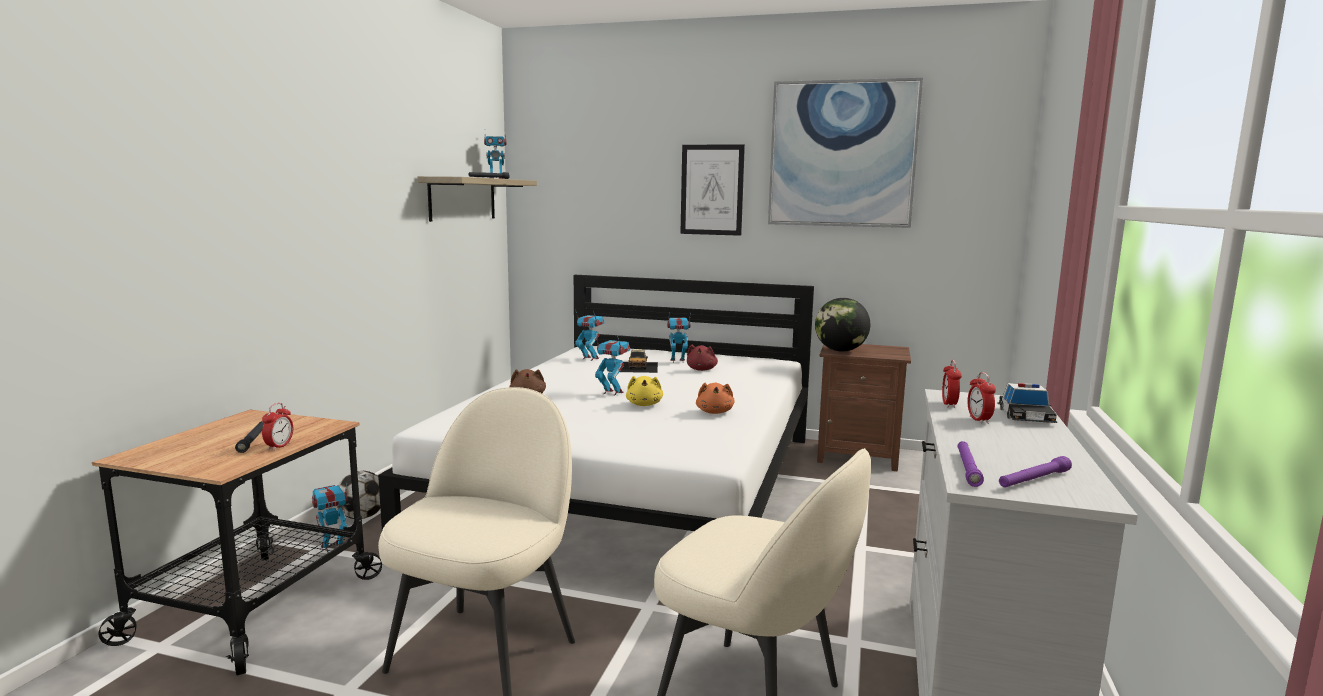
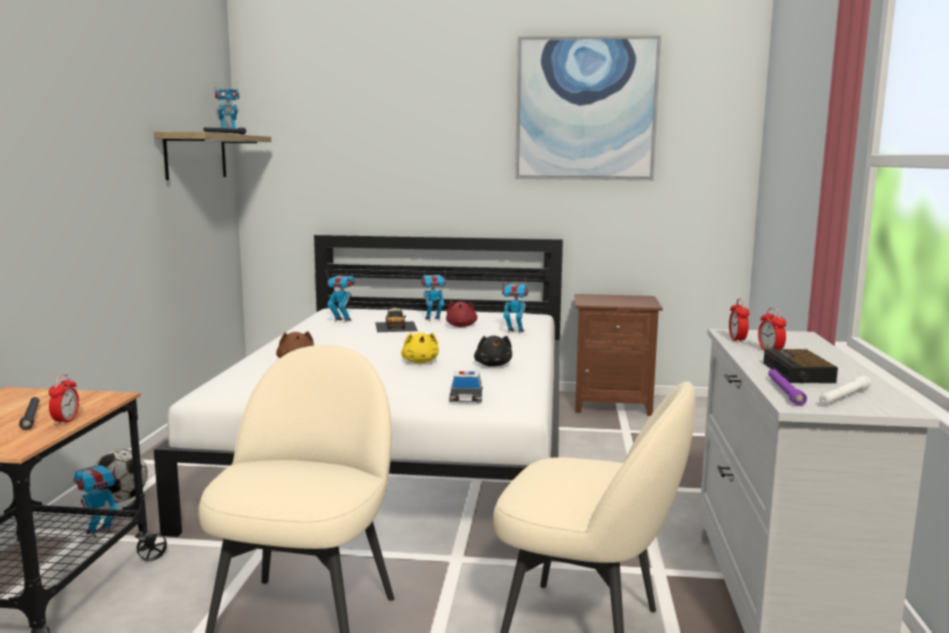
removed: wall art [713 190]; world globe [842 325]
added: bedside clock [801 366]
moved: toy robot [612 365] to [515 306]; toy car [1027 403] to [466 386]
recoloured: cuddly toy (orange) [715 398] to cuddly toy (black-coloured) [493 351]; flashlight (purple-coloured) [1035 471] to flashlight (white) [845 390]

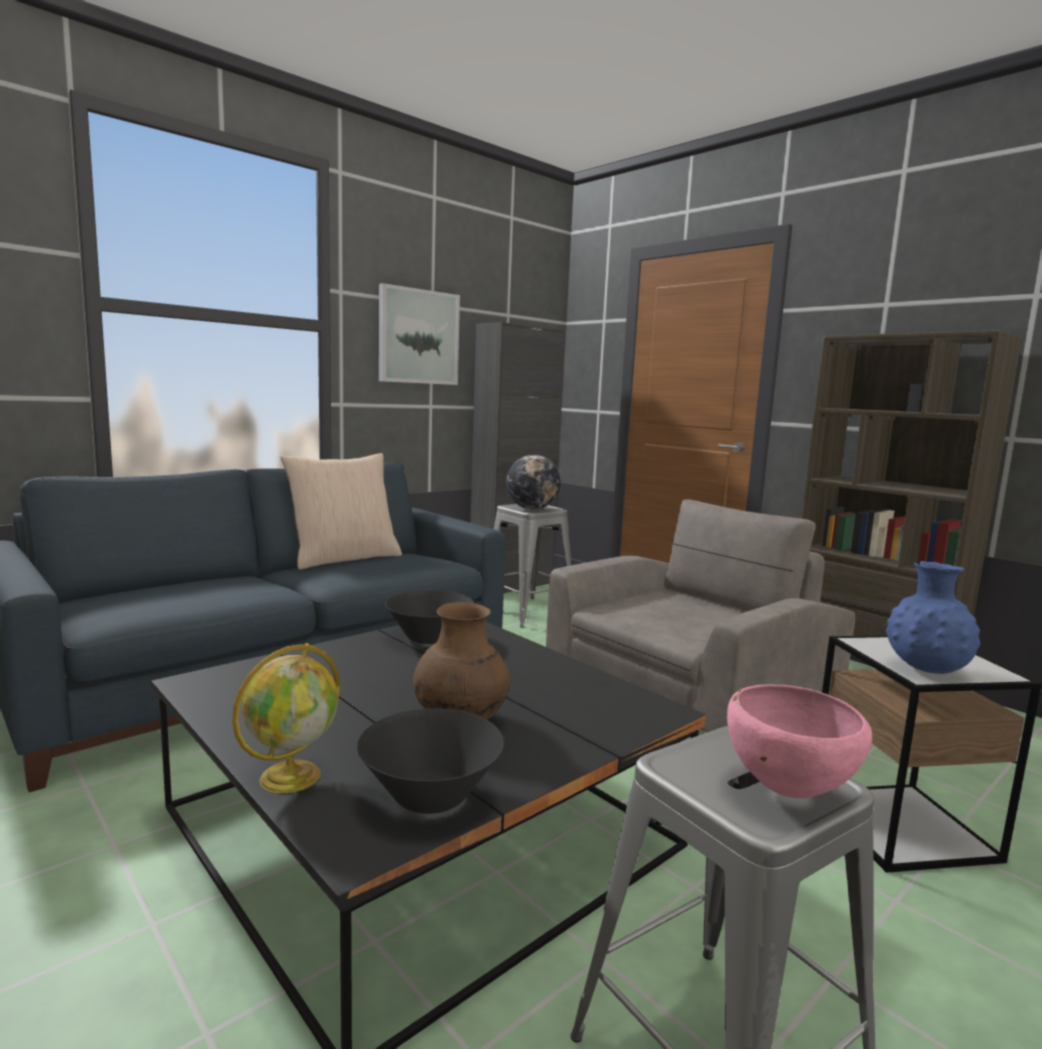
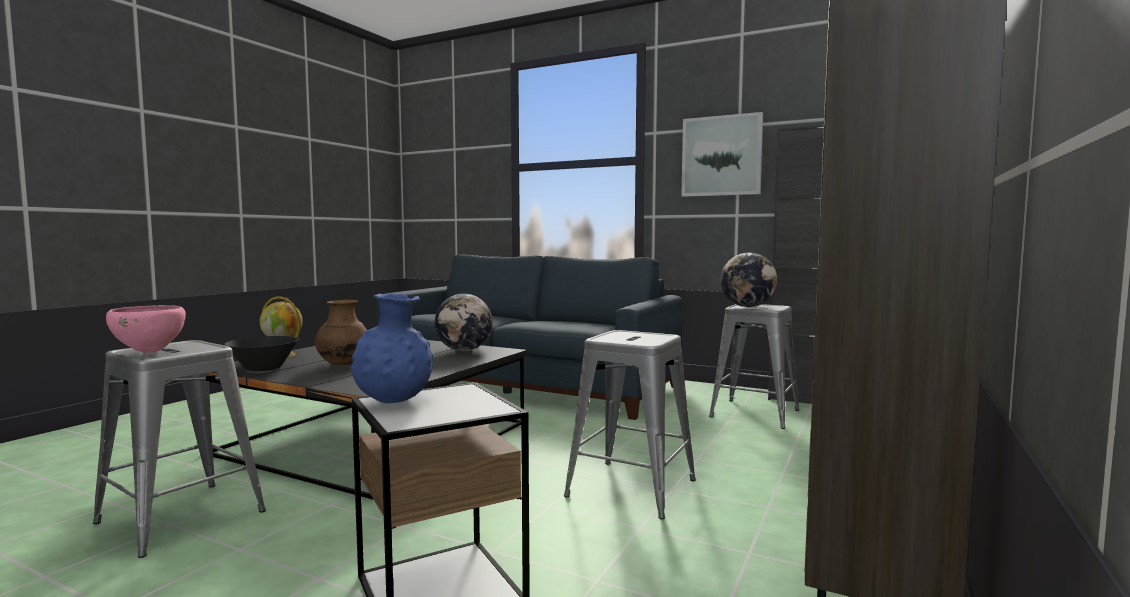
removed: throw pillow (beige-coloured) [341 511]
replaced: lounge chair (gray) [700 615] to sitting stool (gray) [630 424]; bowl (black-coloured) [429 617] to world globe [464 322]

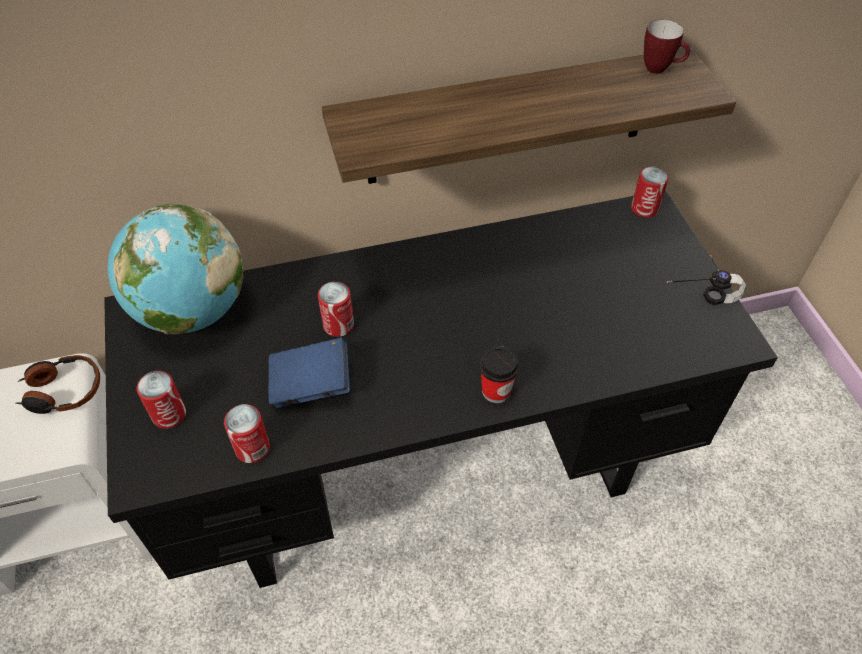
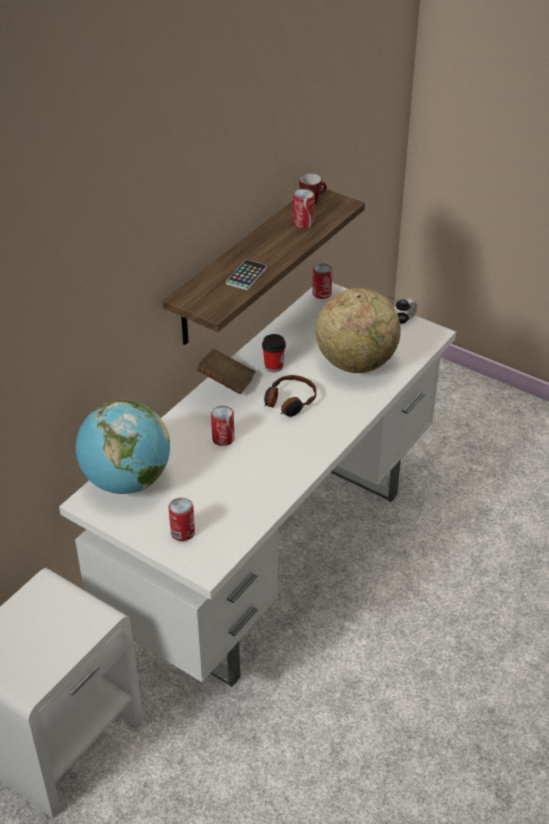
removed: bound book (blue) [309 372]
added: handset [246 275]; world globe [358 330]; bound book (brown) [226 371]
moved: cup [499 374] to [274 353]; pair of headphones [58 384] to [290 396]; sealed can [247 433] to [304 208]
recoloured: desk unit (black-coloured) [441 389] to desk unit (white) [257 485]

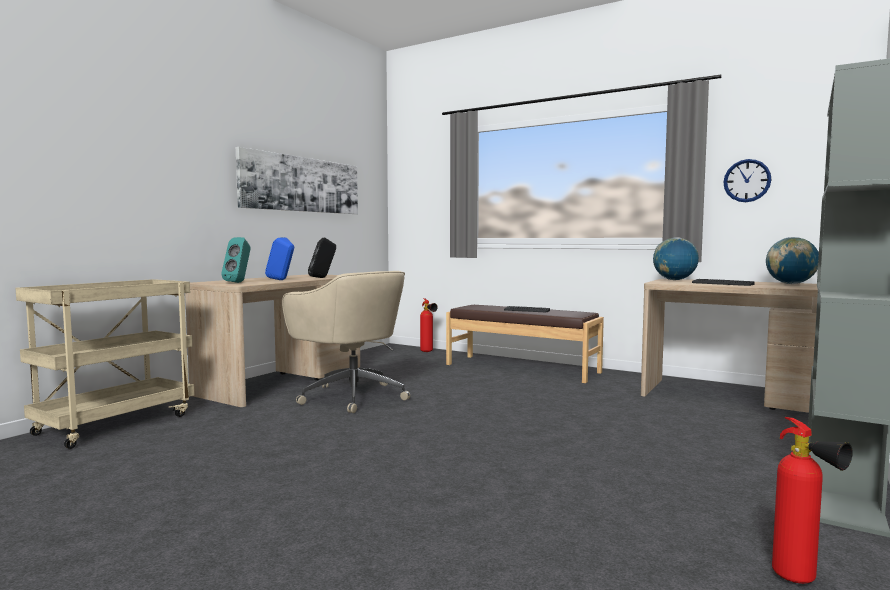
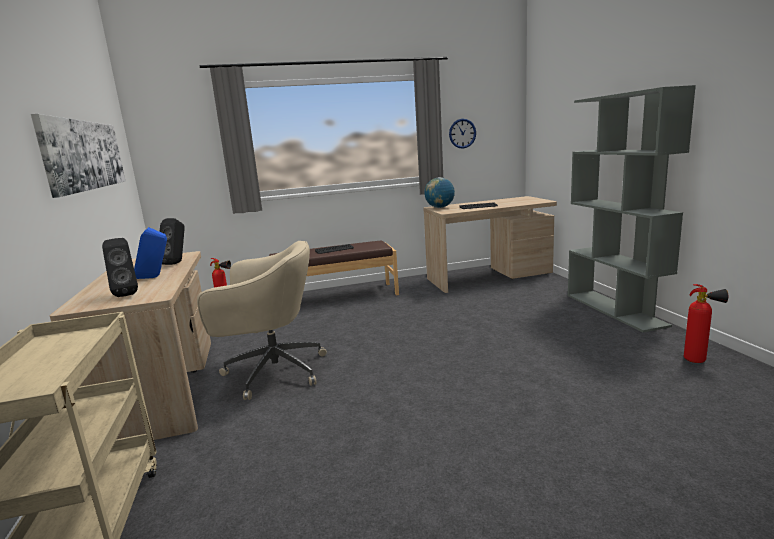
removed: world globe [792 260]
recoloured: audio speaker (blue-green) [236 260] to audio speaker (black-coloured) [120 267]

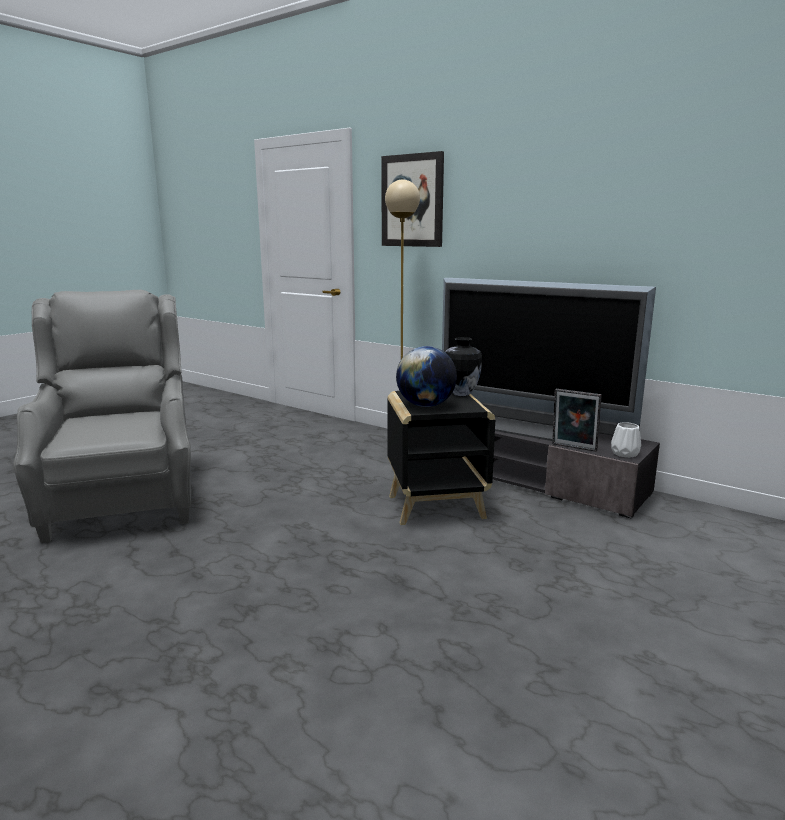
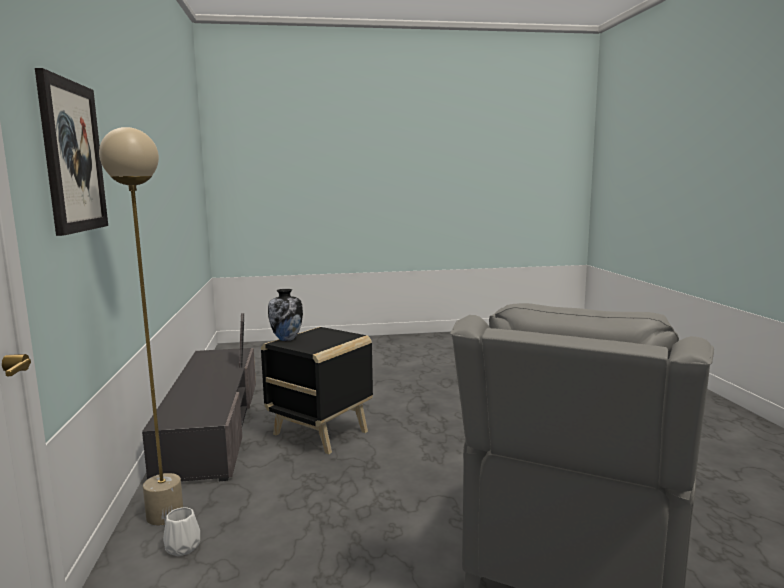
removed: TV [549 359]; world globe [426 376]
moved: vase (white) [626 440] to [181 531]

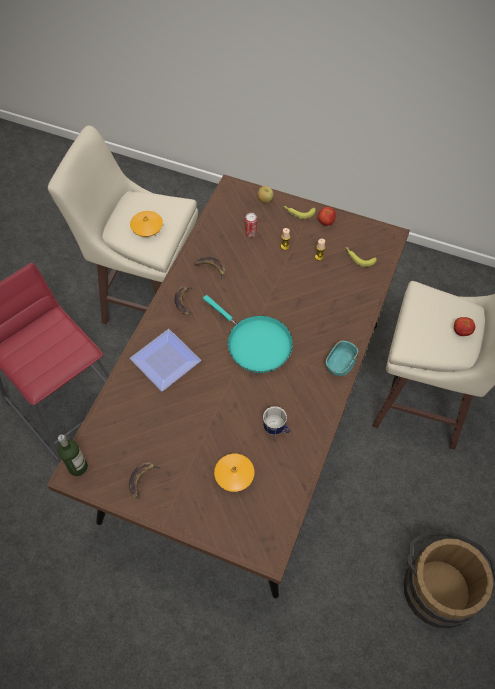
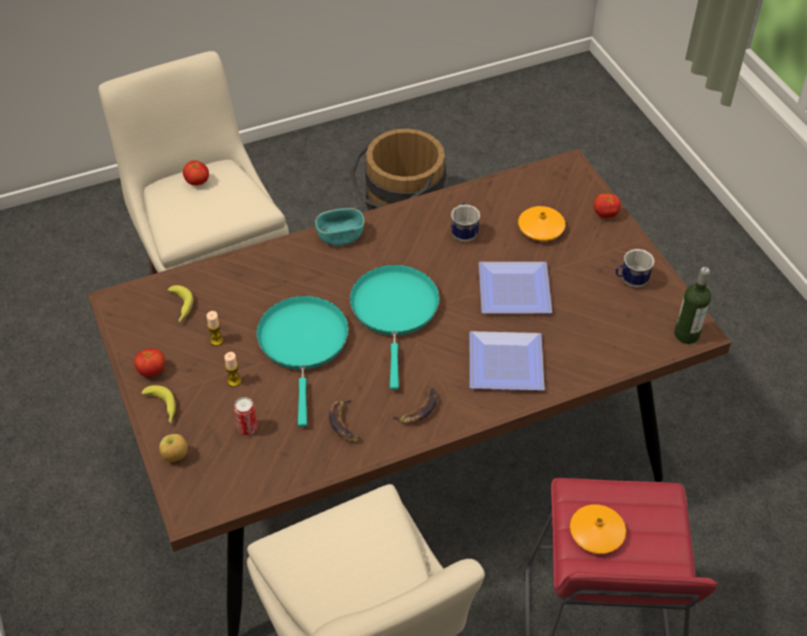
added: tomato [607 205]; plate [515 287]; pan (blue-green) [302 361]
moved: vase (orange) [146 224] to [598 529]
replaced: whole banana [145 480] to coffee mug [635 268]

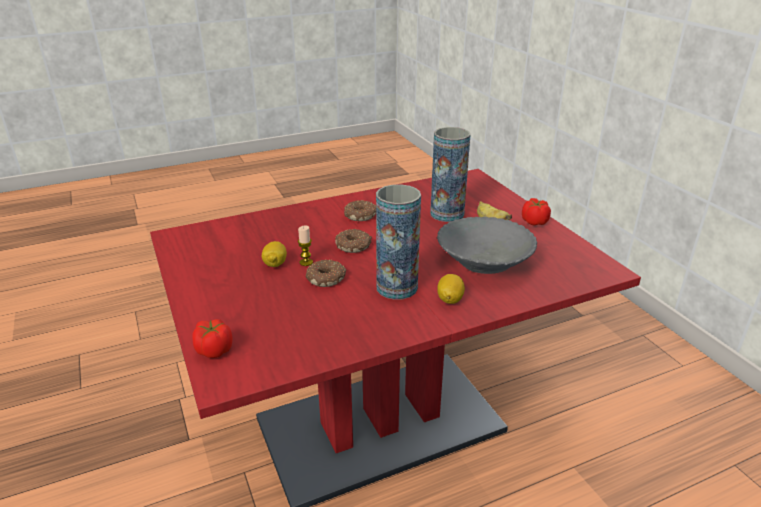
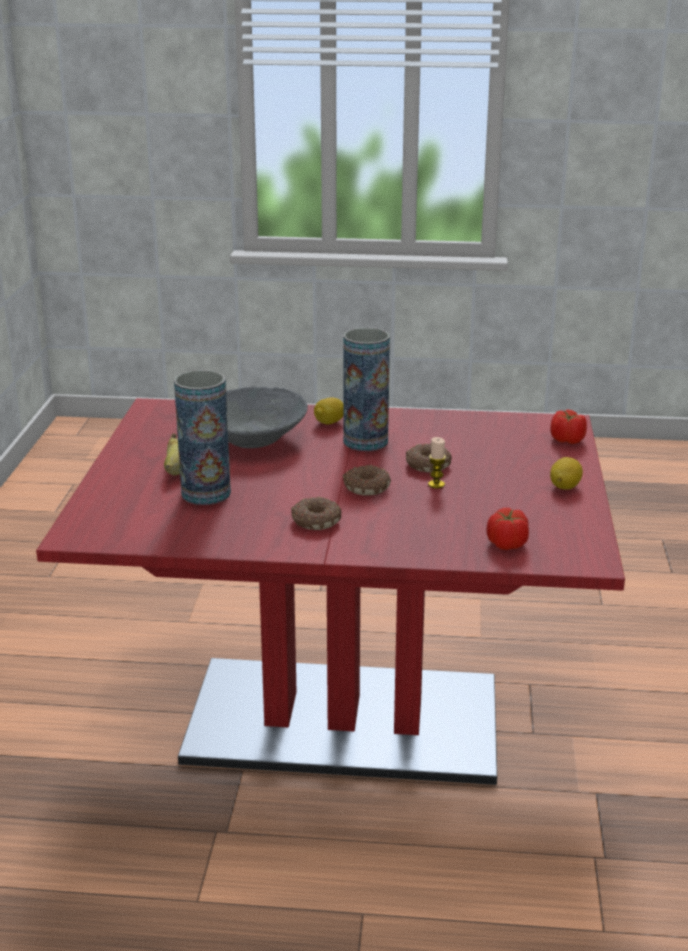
moved: tomato [536 212] to [508 529]; lemon [274 254] to [566 473]

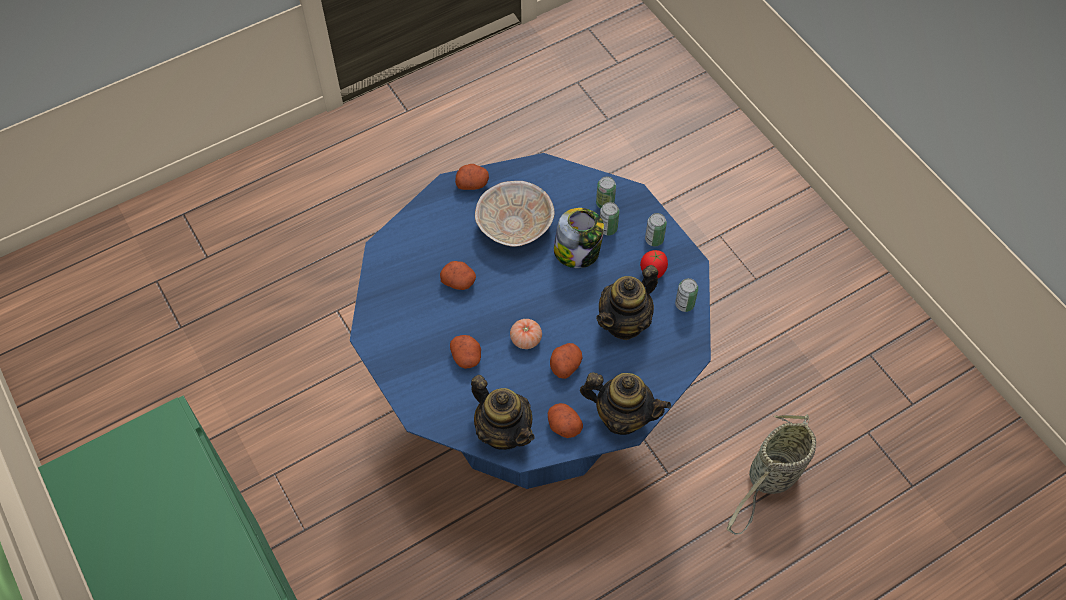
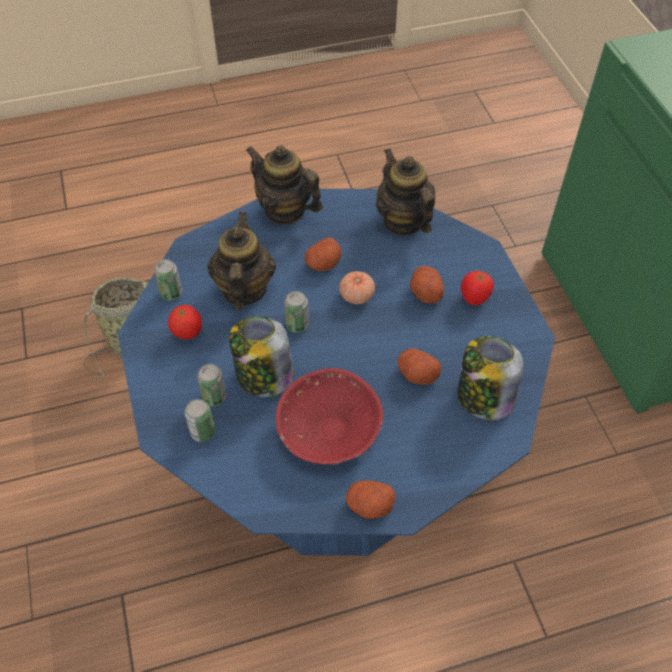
removed: potato [565 420]
added: tomato [477 288]; jar [490 378]
moved: sealed can [656 229] to [296 312]
recoloured: bowl (beige-coloured) [515 214] to bowl (reddish) [329 416]
turned: teapot [627 302] = [241 261] 60 degrees counterclockwise

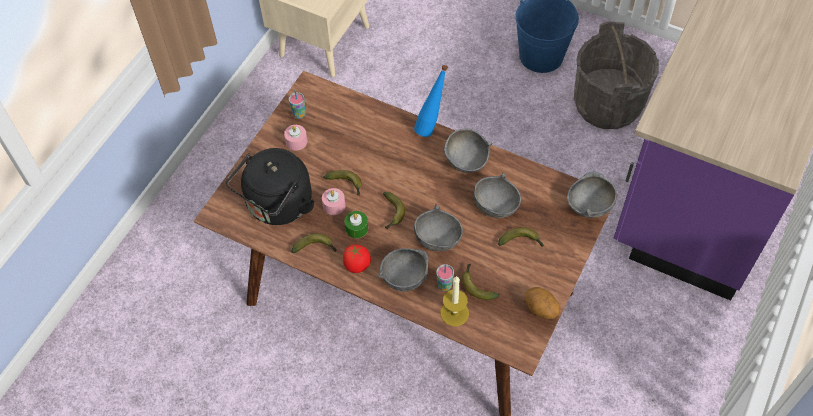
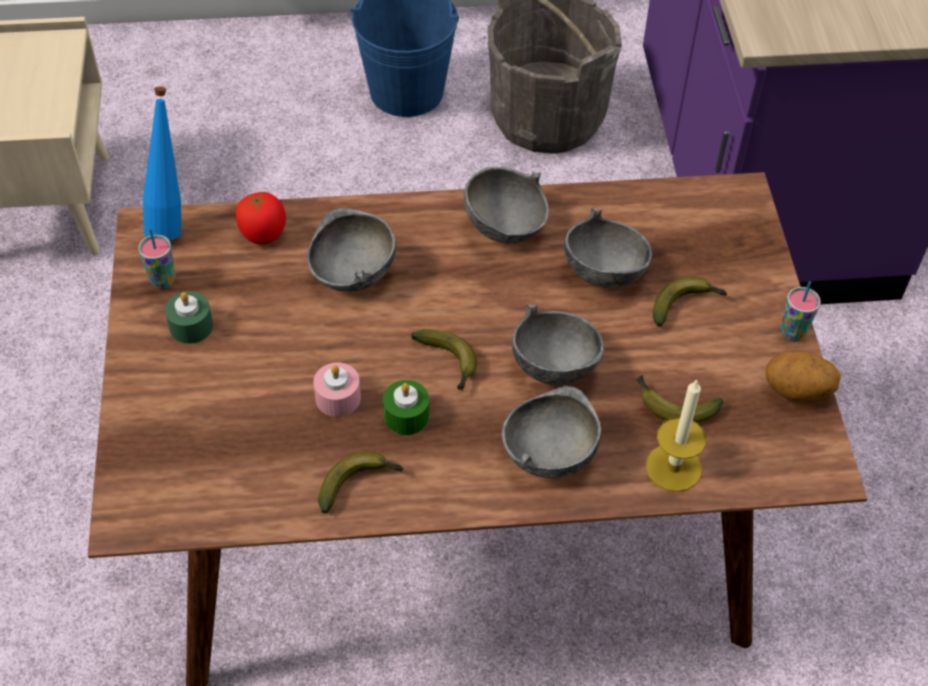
removed: water kettle (black-coloured) [270 186]; whole banana [342 183]
moved: beverage bottle (blue) [431 101] to [162 163]; bowl (gray) [592 194] to [351 249]; tomato [357 258] to [260 217]; cup [445 277] to [801 311]
recoloured: wax light (pink) [296 138] to wax light (green-coloured) [189 317]

